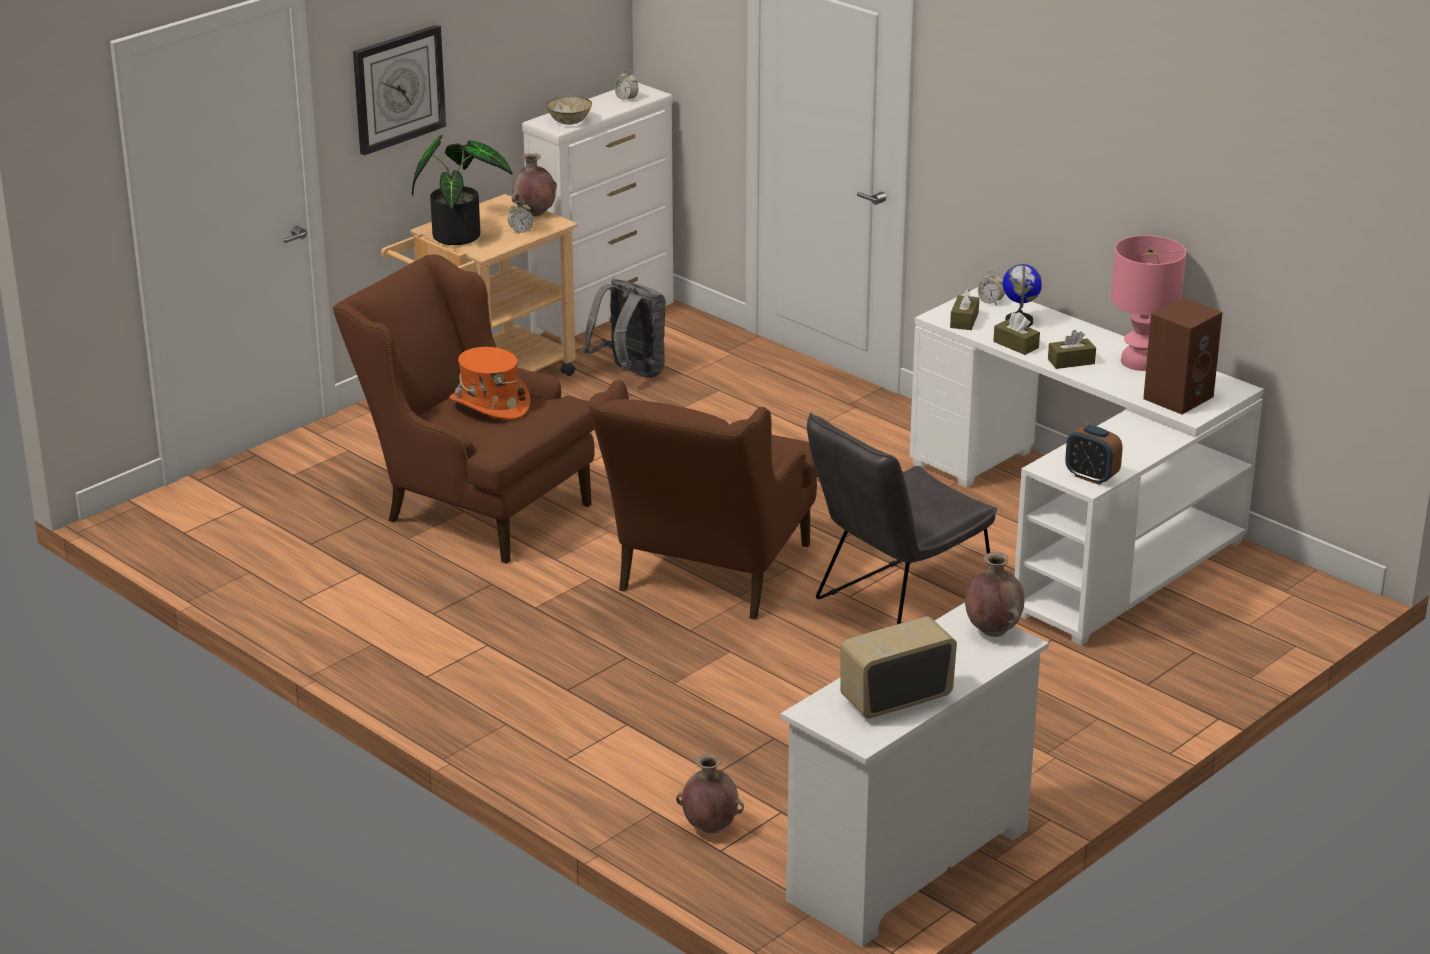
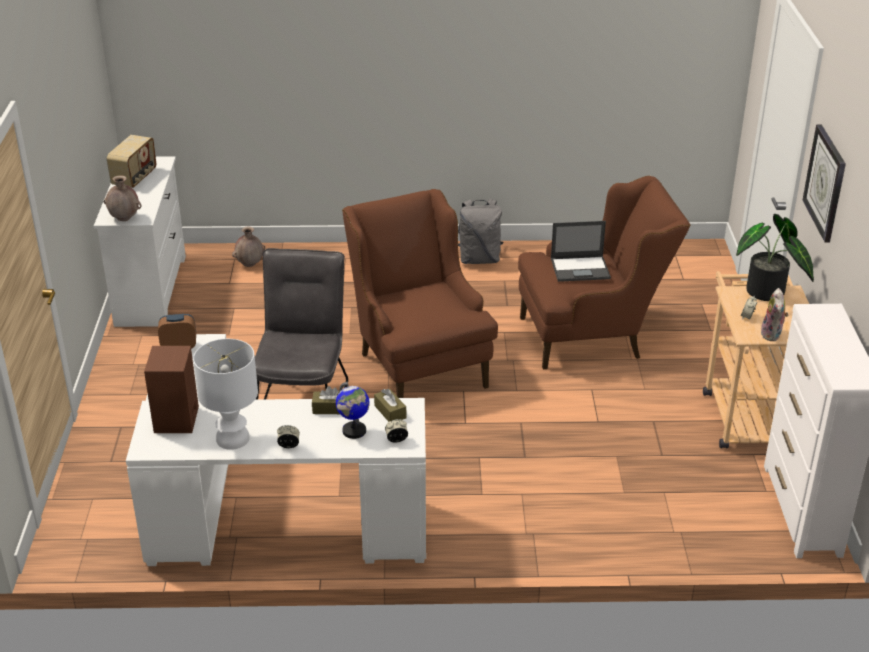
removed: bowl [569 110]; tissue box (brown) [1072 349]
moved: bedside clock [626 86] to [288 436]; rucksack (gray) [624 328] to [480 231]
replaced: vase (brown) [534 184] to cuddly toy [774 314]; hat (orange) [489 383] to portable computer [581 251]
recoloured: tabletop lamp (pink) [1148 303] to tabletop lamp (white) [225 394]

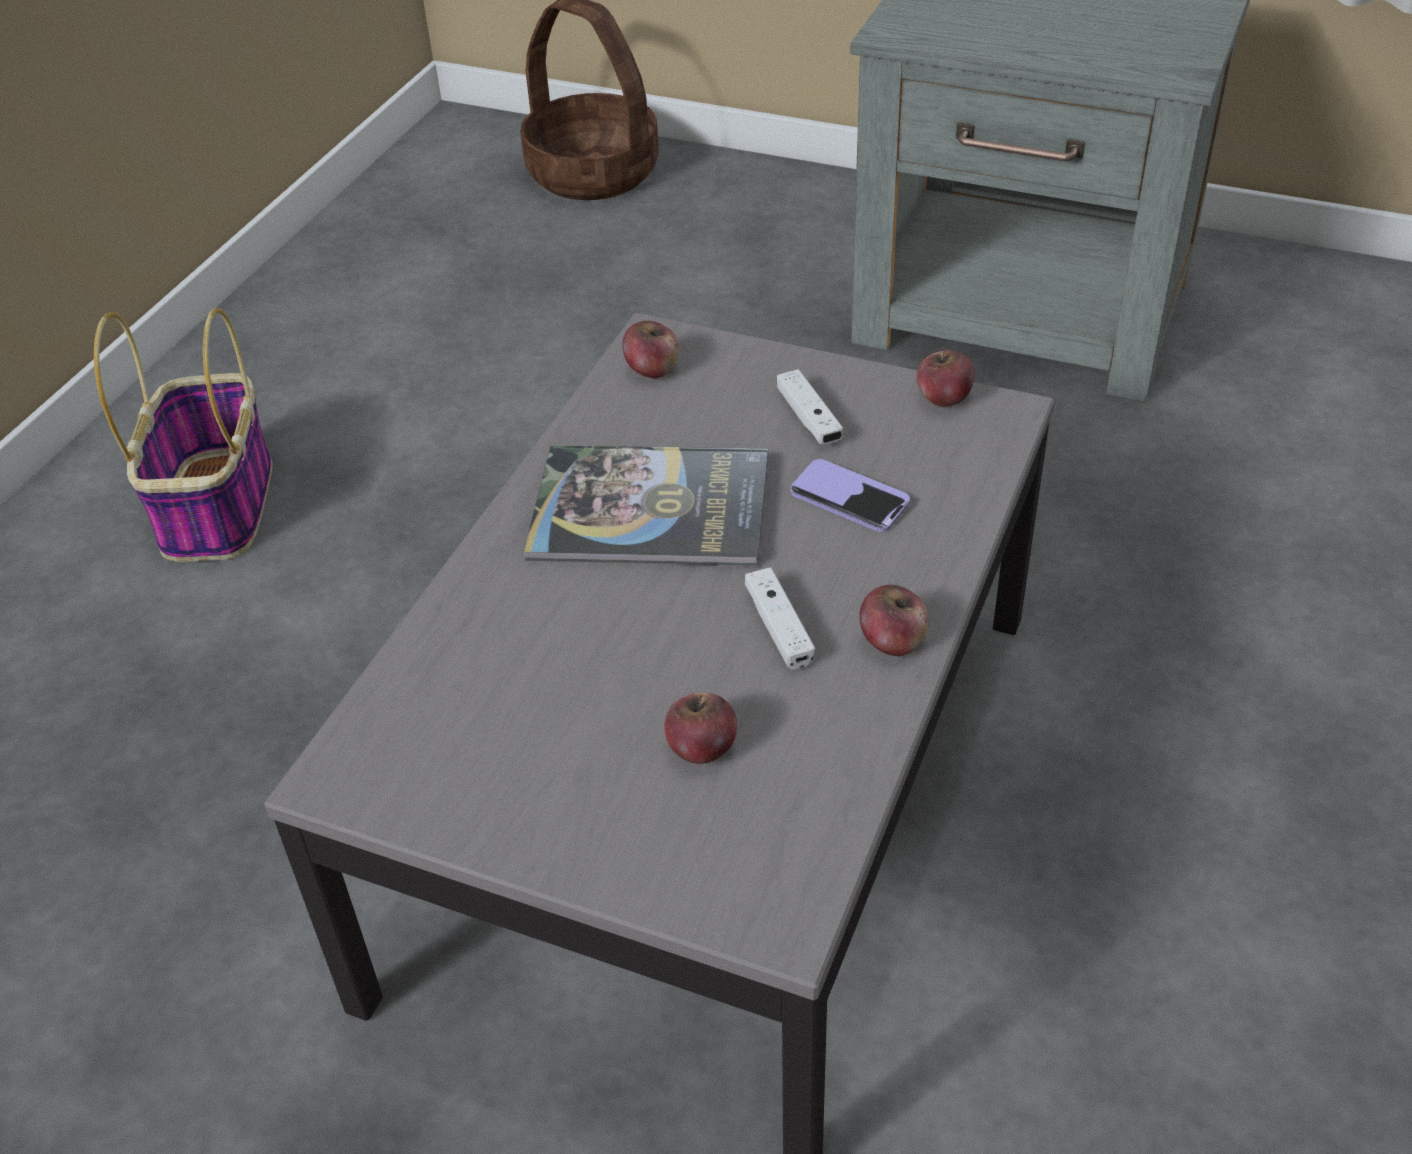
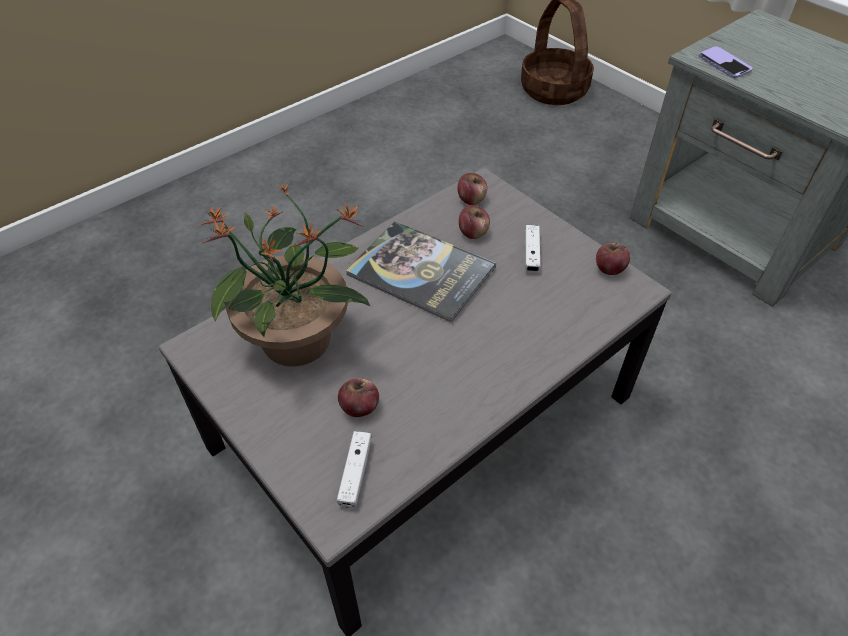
removed: storage basket [183 435]
added: plant in a pot [285 275]
moved: handset [850 495] to [726 62]; game controller (white) [780 618] to [354 469]; apple [893 620] to [474 222]

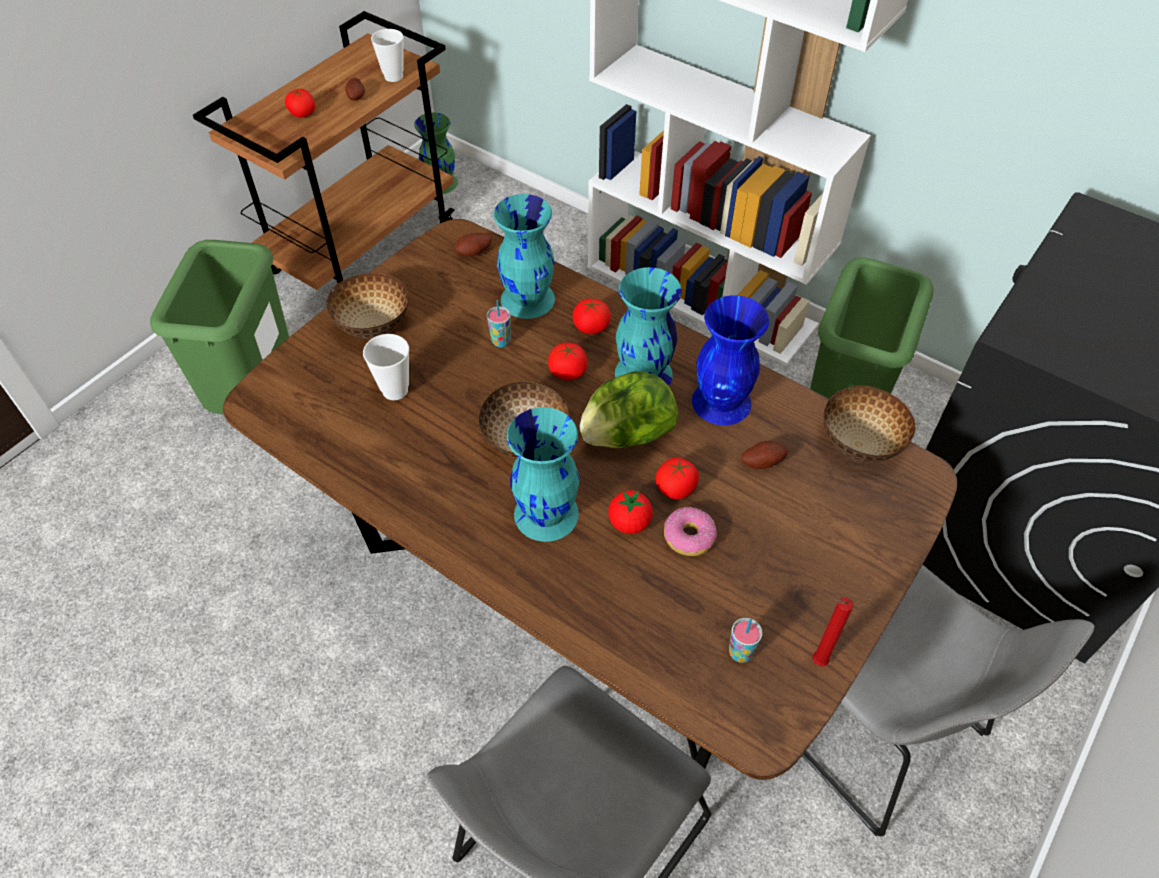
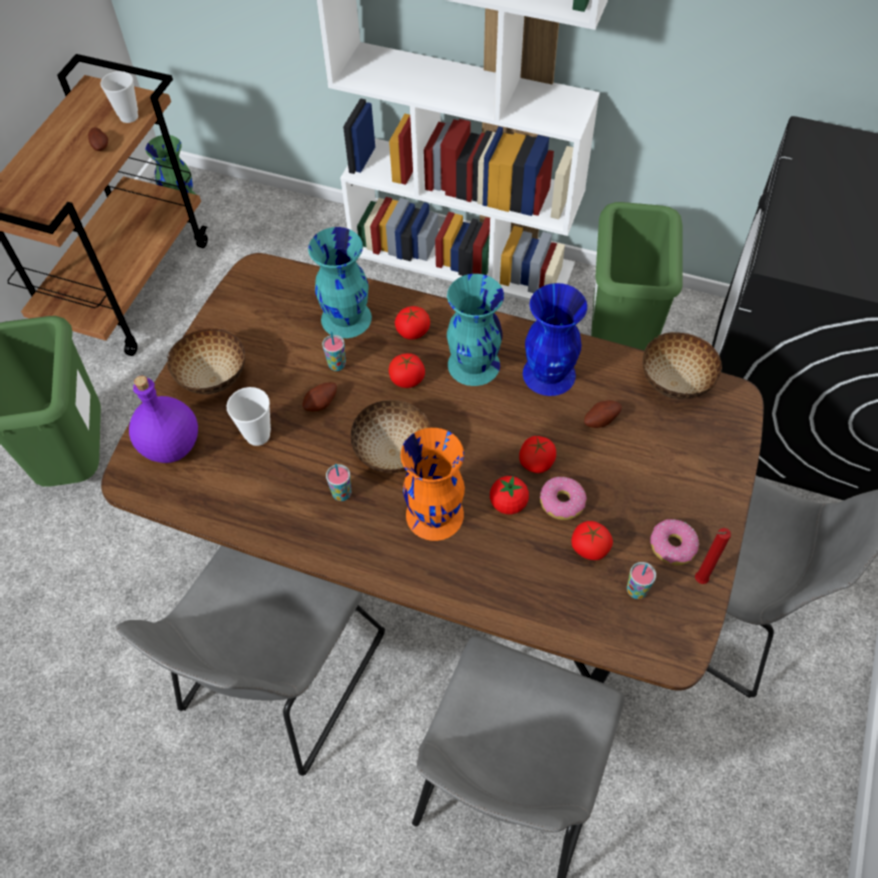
removed: lettuce [629 409]
added: beverage bottle (purple-coloured) [163 419]; cup [338 482]; ring doughnut [674 542]; upright chair (gray) [250 660]
moved: tomato [300 103] to [592 540]; potato [473 244] to [319 397]
recoloured: vase (blue-green) [543 474] to vase (orange) [433 484]

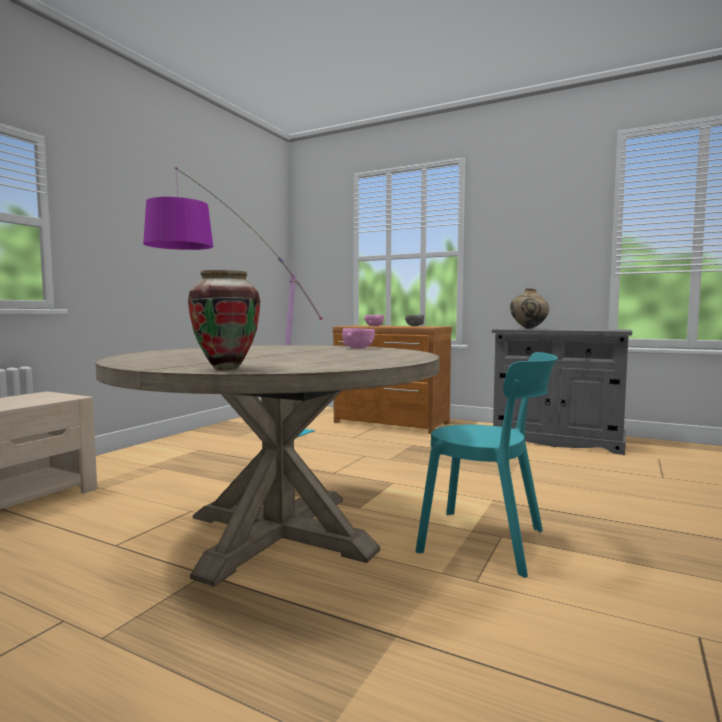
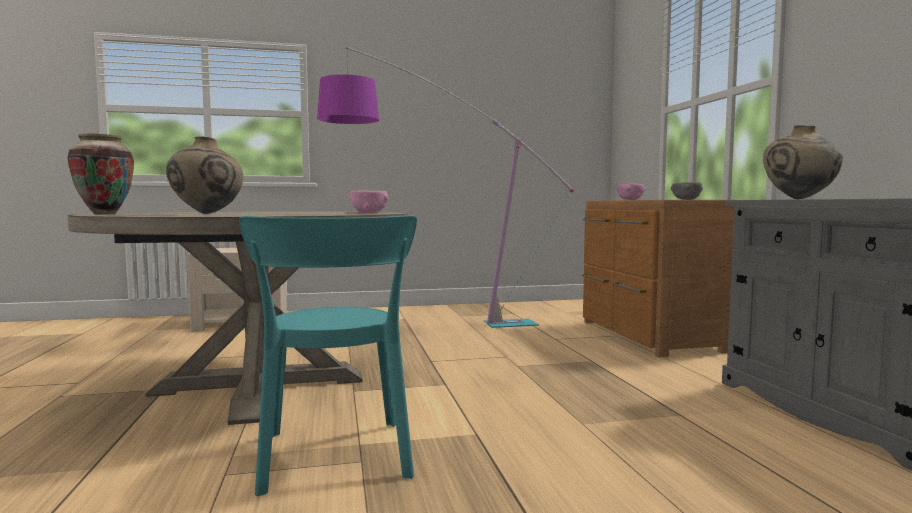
added: vase (beige-coloured) [205 175]

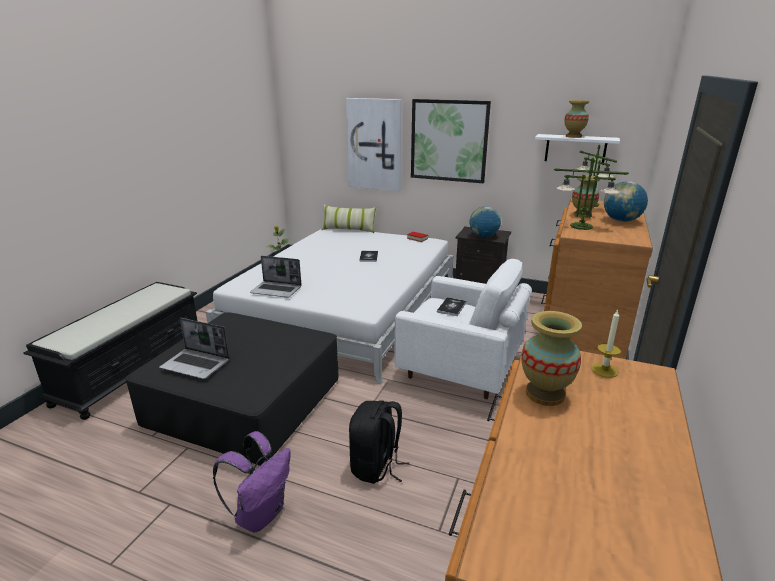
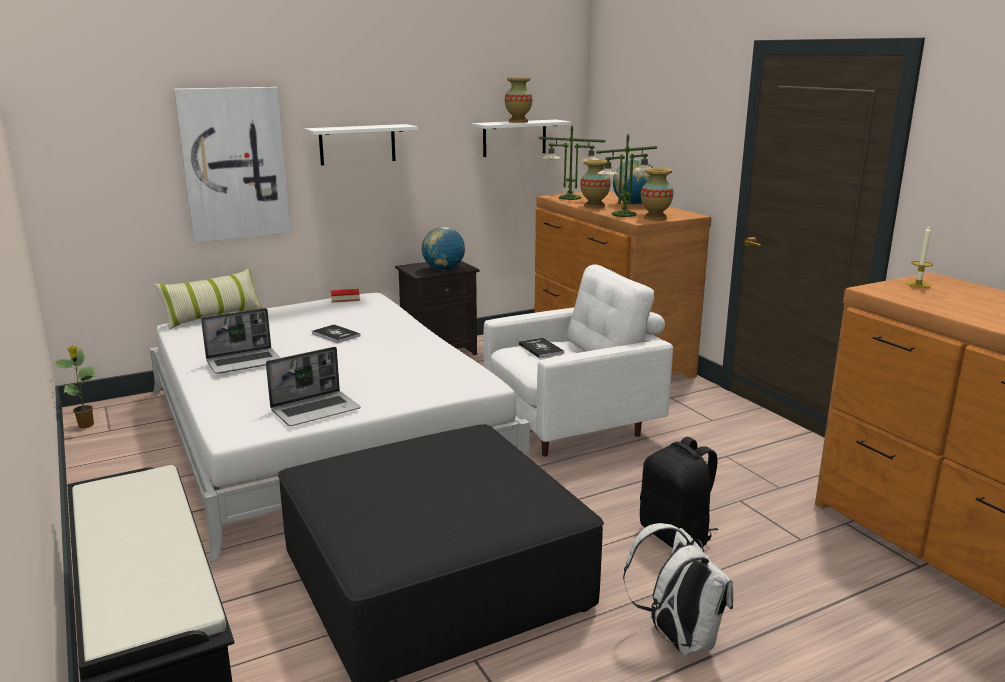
moved: vase [551 358] to [657 194]; portable computer [194 348] to [240 341]
replaced: wall art [451 141] to bracket shelf (white) [361 145]
recoloured: rucksack (purple-coloured) [252 481] to rucksack (white) [678 589]

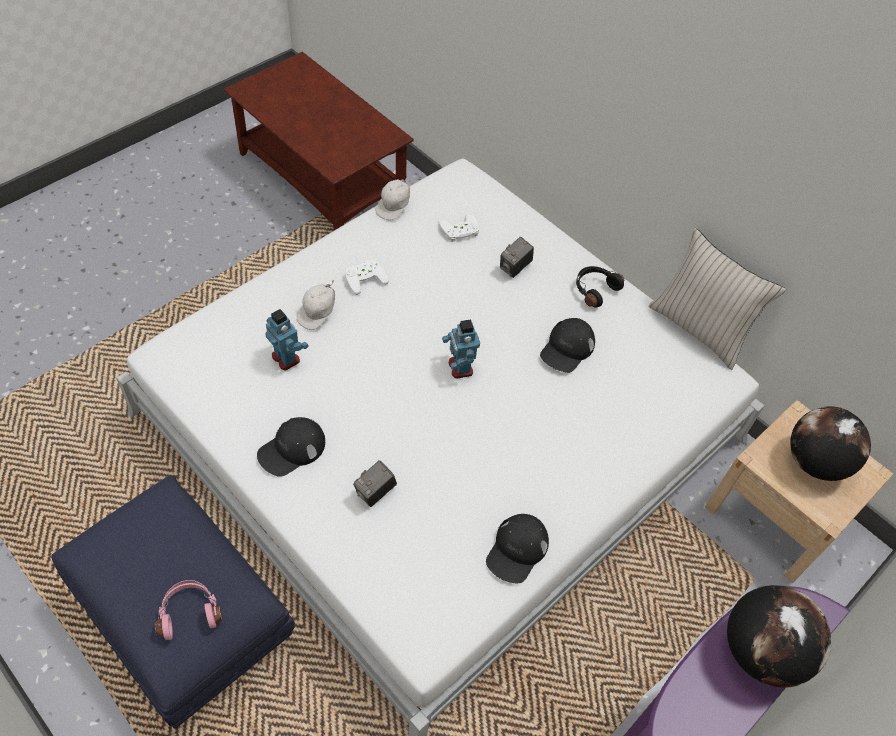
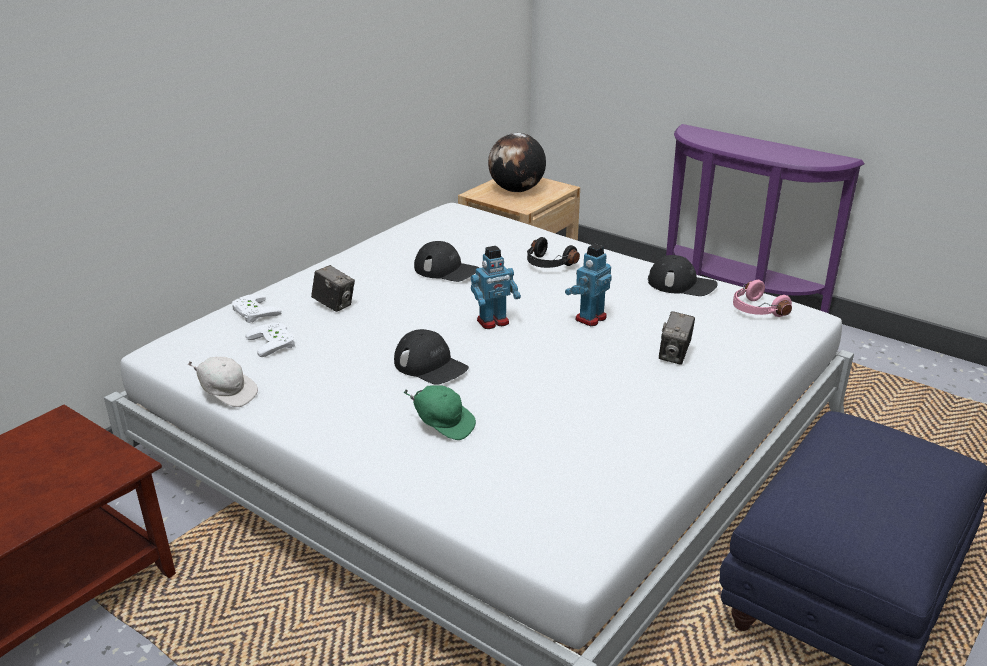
removed: throw pillow (beige-coloured) [717 299]; world globe [779 636]
moved: game controller (white) [367 277] to [257 308]; pair of headphones (black-coloured) [600 287] to [553 252]; toy robot [286 340] to [588 285]; peaked cap (black-coloured) [291 447] to [431 357]; pair of headphones (pink) [189 610] to [762 298]
recoloured: peaked cap (white) [316 305] to peaked cap (green-coloured) [440 412]
turned: photo camera [375 483] = [677 338] 75 degrees clockwise

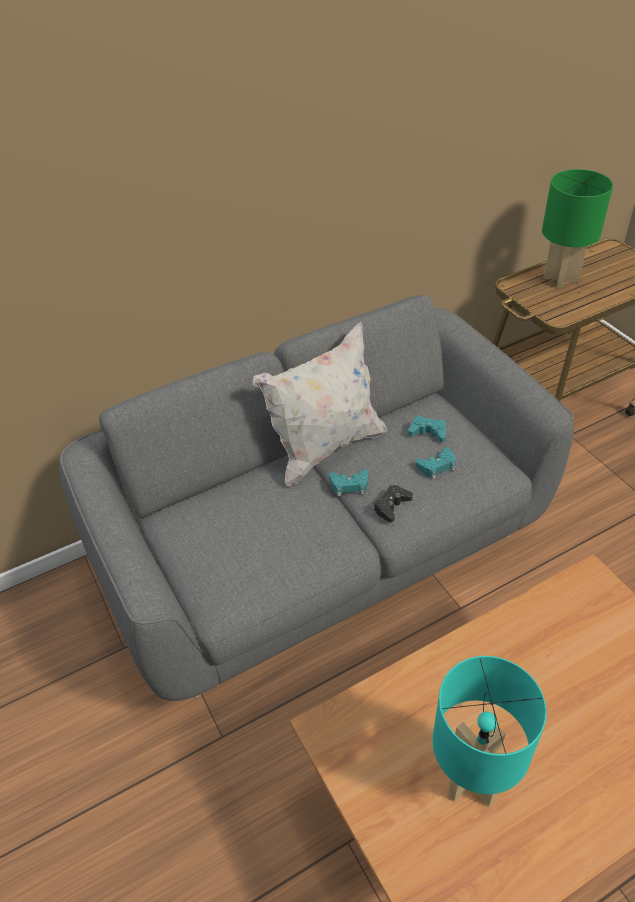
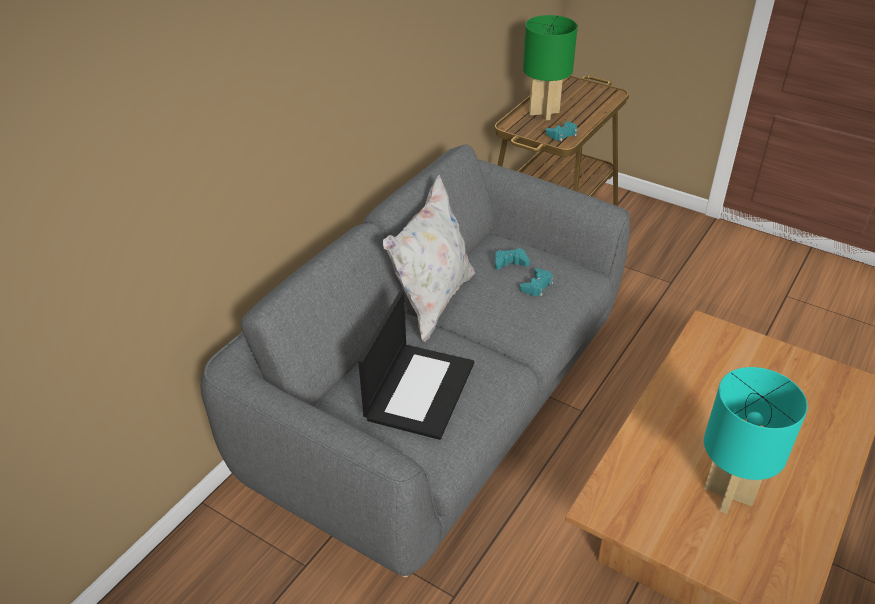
removed: game controller (black-coloured) [393 503]
added: portable computer [416 365]
moved: game controller (blue-green) [348 483] to [561 131]

